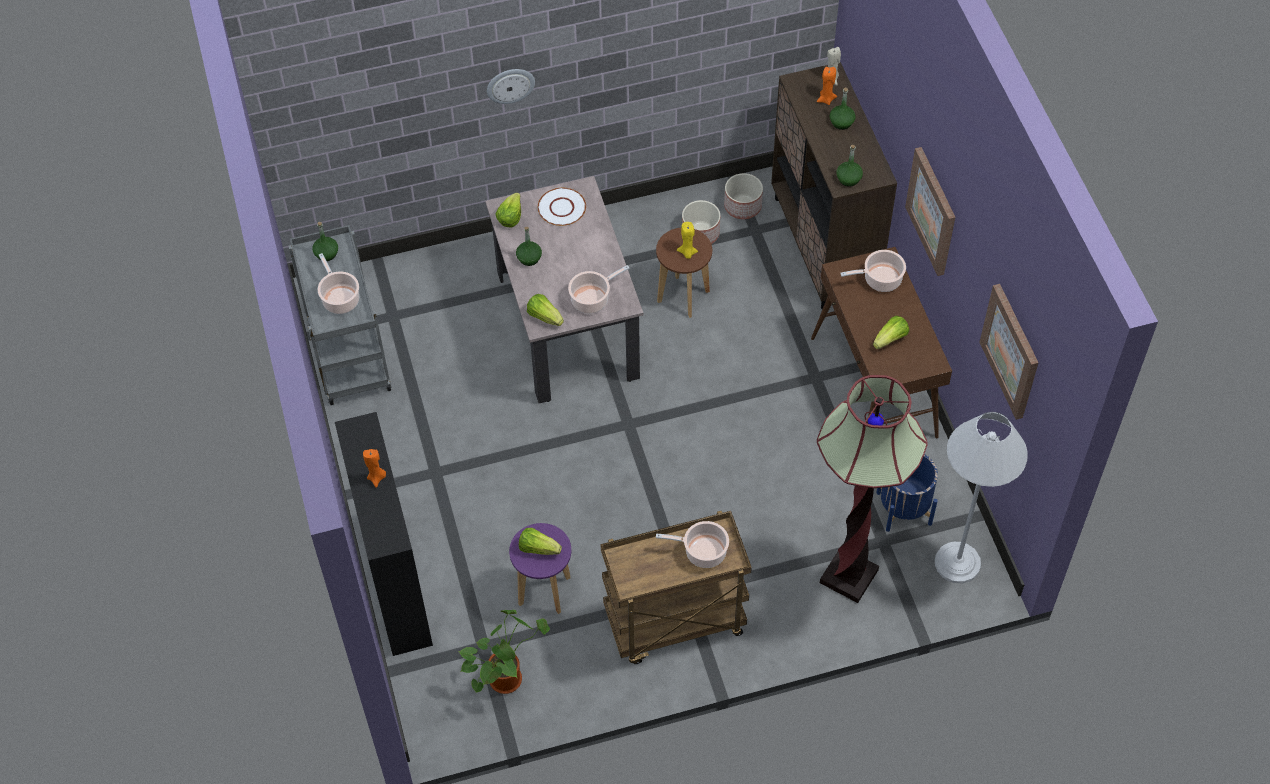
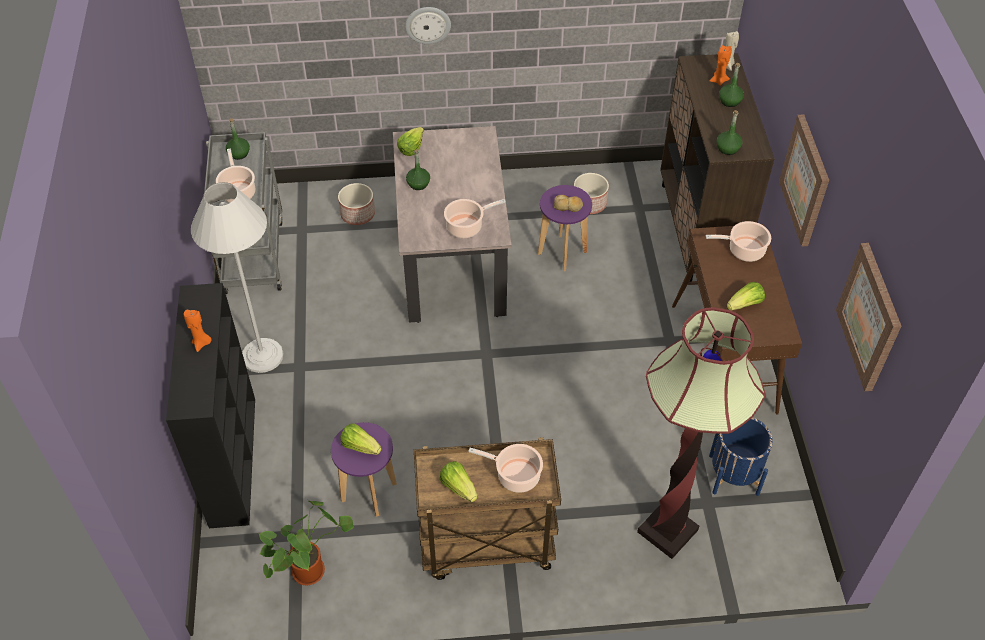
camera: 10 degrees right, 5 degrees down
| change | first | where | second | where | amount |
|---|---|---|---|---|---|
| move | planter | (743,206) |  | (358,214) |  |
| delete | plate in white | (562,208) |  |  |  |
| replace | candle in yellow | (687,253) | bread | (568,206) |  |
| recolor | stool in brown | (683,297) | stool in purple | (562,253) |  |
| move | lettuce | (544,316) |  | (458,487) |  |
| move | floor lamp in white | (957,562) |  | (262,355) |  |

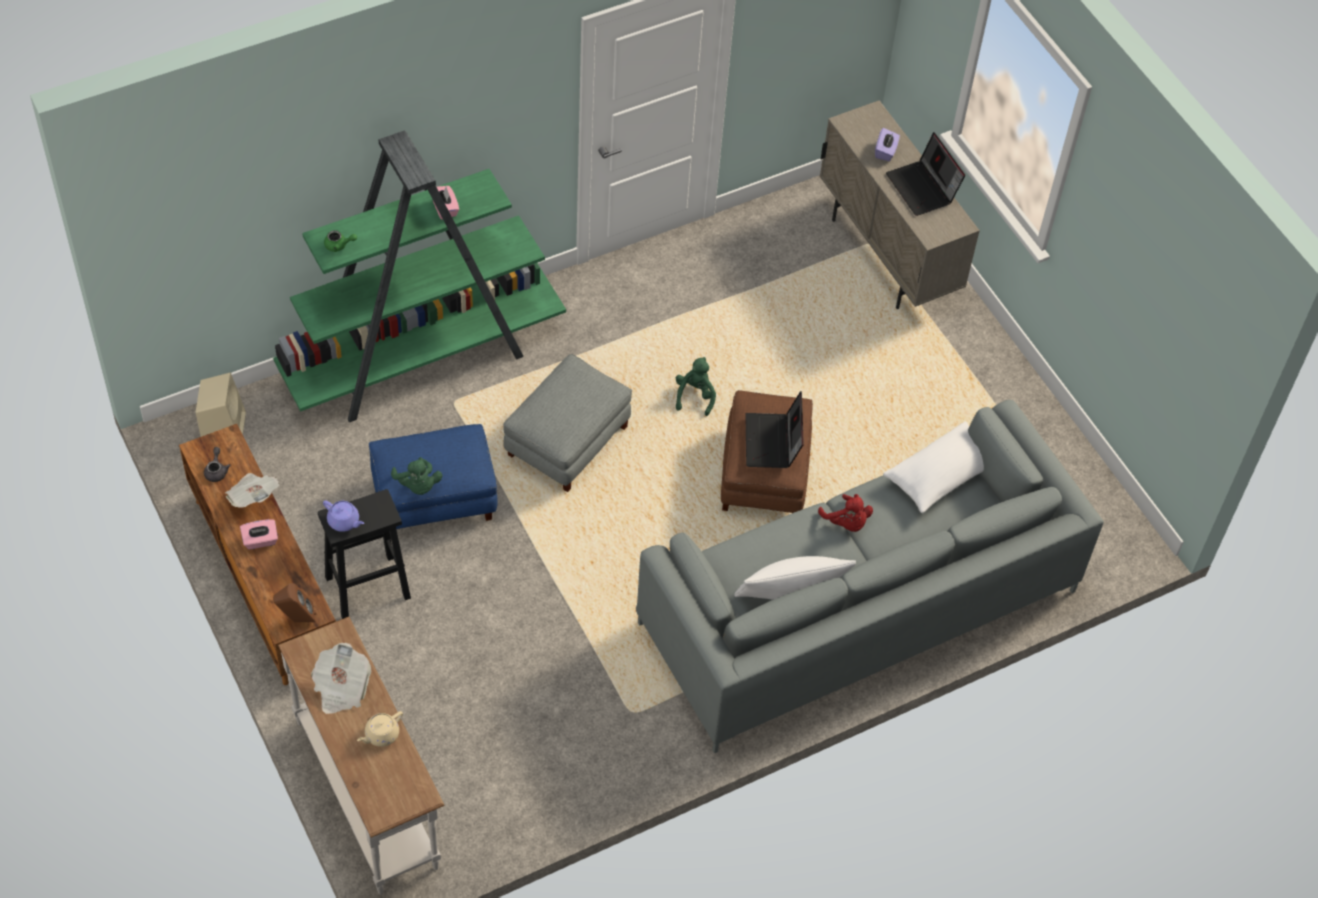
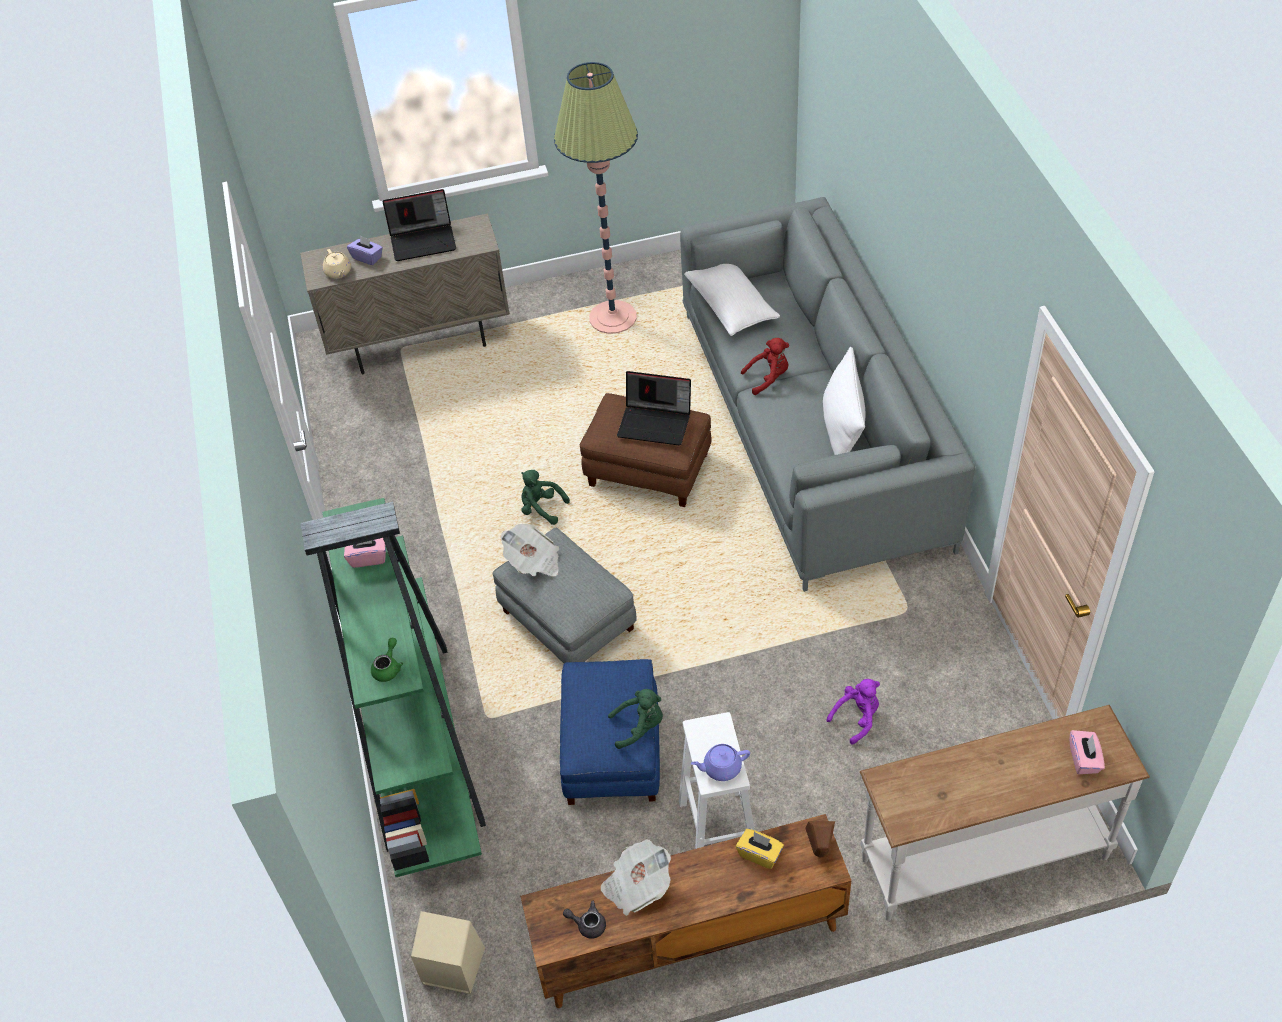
camera: 70 degrees left, 5 degrees down
| change | first | where | second | where | amount |
|---|---|---|---|---|---|
| recolor | stool in black | (366,588) | stool in white | (719,831) |  |
| rotate | teapot in purple | (344,521) |  | (721,768) | 150 degrees counterclockwise |
| move | tissue box in pink | (260,541) |  | (1084,759) |  |
| move | newspaper | (341,688) |  | (533,562) |  |
| move | teapot in beige | (381,734) |  | (338,272) |  |
| insert |  |  | floor lamp | (613,318) |  |
| insert |  |  | plush toy in purple | (857,718) |  |
| insert |  |  | tissue box in yellow | (759,854) |  |

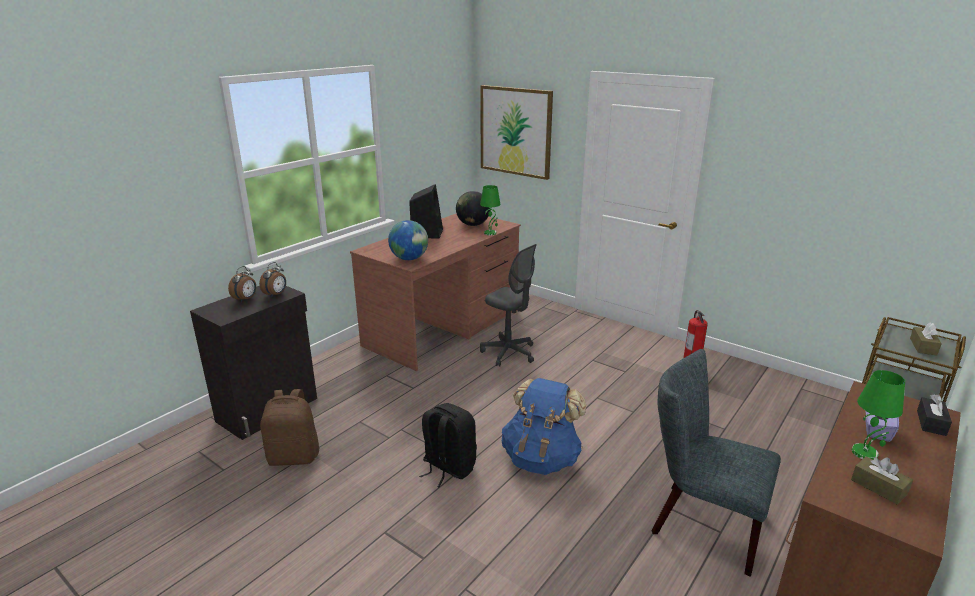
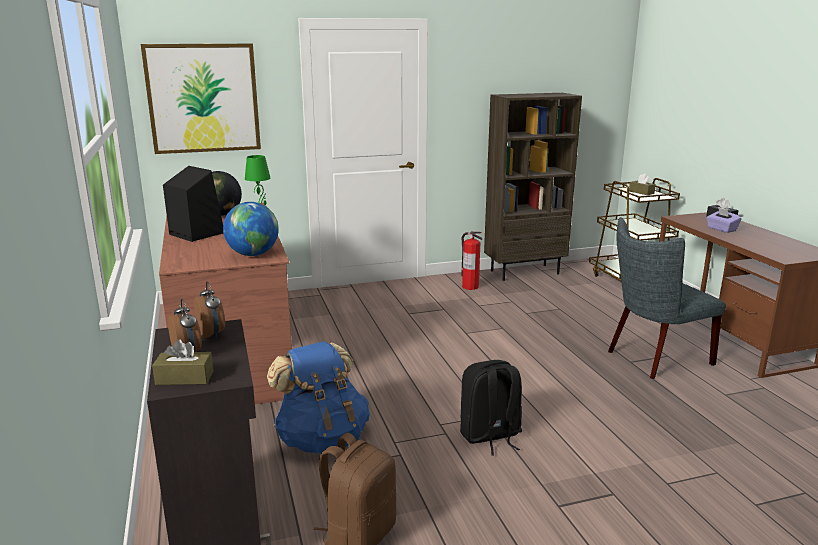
camera: 55 degrees left, 5 degrees down
| change | first | where | second | where | amount |
|---|---|---|---|---|---|
| delete | office chair in grey | (509,353) |  |  |  |
| delete | table lamp in green | (865,453) |  |  |  |
| move | backpack in blue | (541,458) |  | (322,438) |  |
| move | tissue box in brown | (878,487) |  | (184,378) |  |
| insert |  |  | bookcase in brown | (524,272) |  |

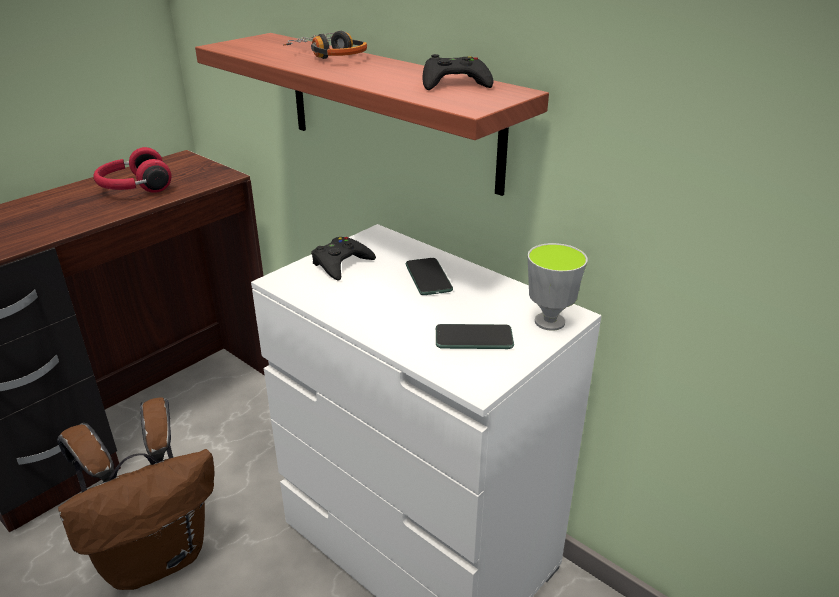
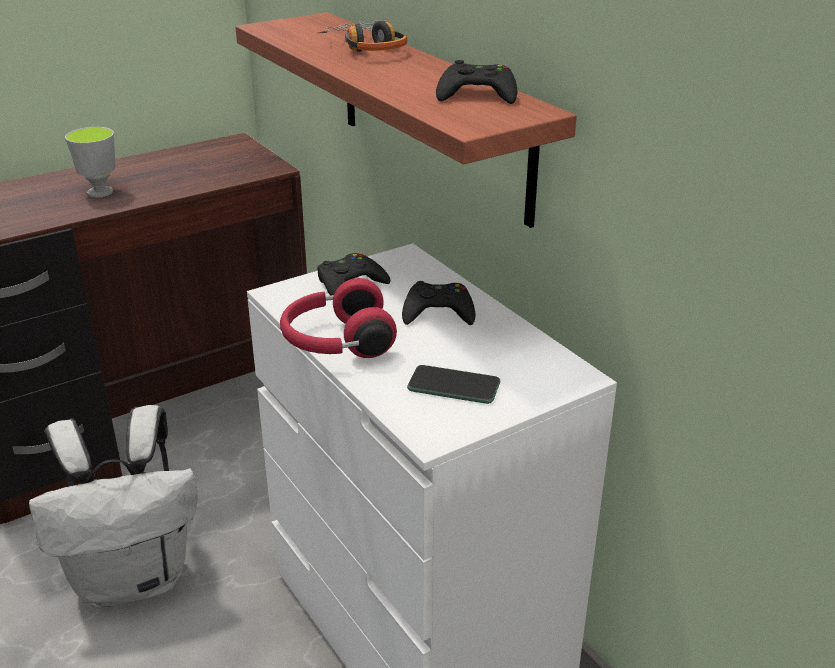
camera: 15 degrees right, 0 degrees up
| change | first | where | second | where | amount |
|---|---|---|---|---|---|
| move | headphones in red | (134,188) |  | (336,343) |  |
| move | cup | (549,322) |  | (100,192) |  |
| replace | phone | (428,277) | game controller in black | (438,312) |  |
| recolor | backpack in brown | (157,555) | backpack in white | (135,578) |  |

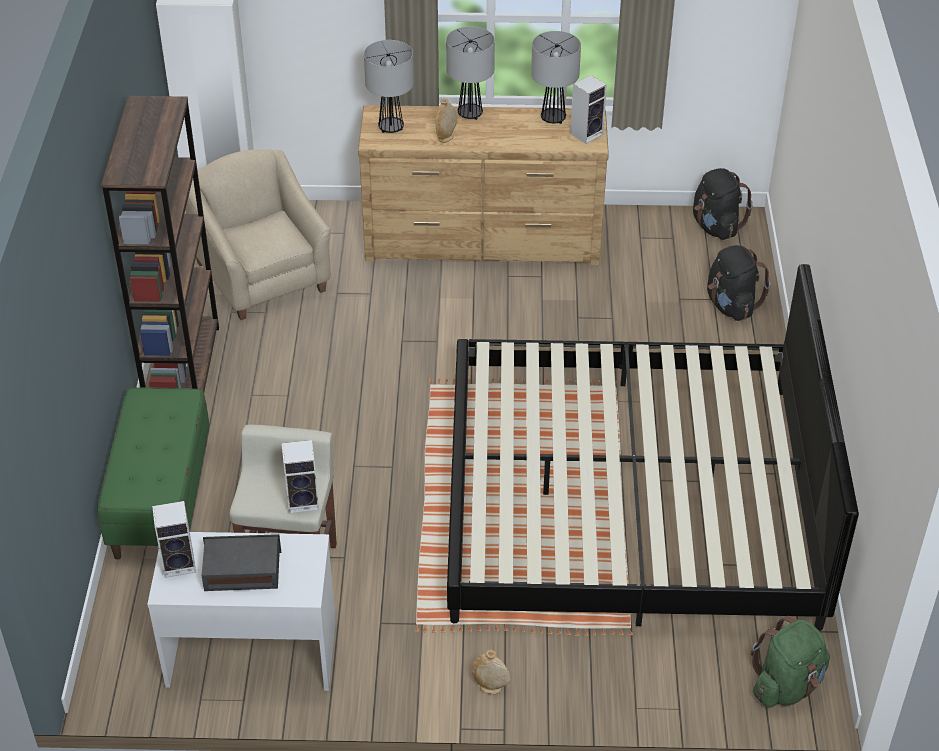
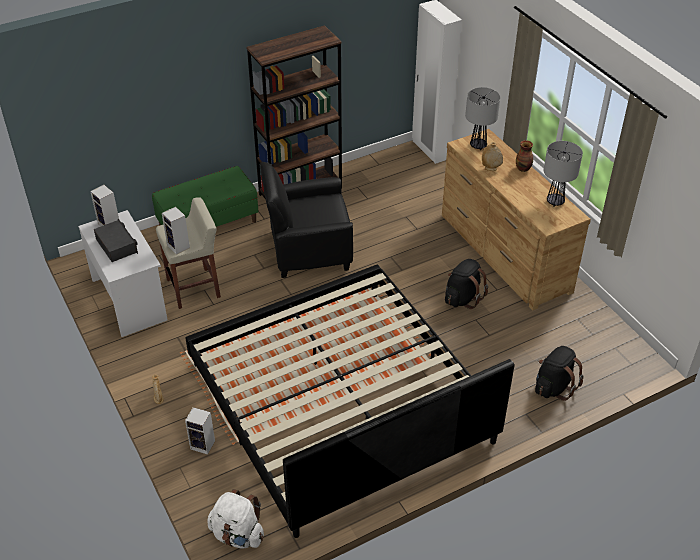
camera: 60 degrees right, 0 degrees up
| change | first | where | second | where | amount |
|---|---|---|---|---|---|
| replace | table lamp | (470,114) | vase | (523,168) |  |
| move | speaker | (587,133) |  | (203,445) |  |
| delete | armchair in beige | (263,276) |  |  |  |
| move | backpack in black | (716,227) |  | (463,298) |  |
| recolor | backpack in green | (787,685) | backpack in white | (238,535) |  |
| insert |  |  | armchair in black | (308,250) |  |

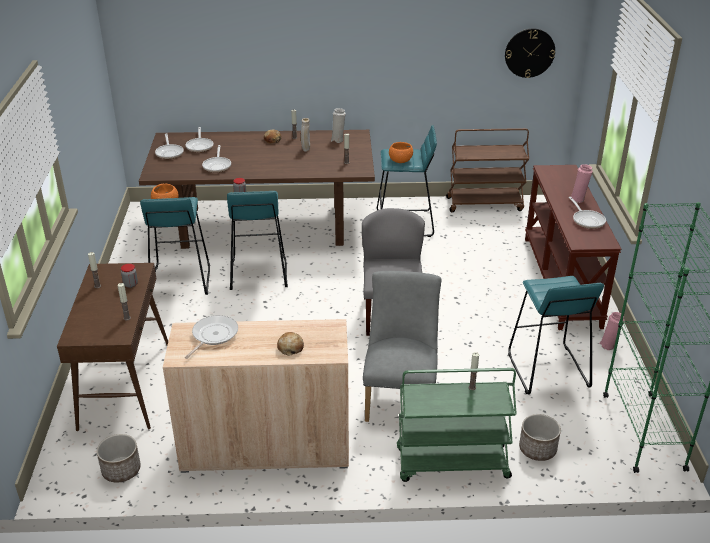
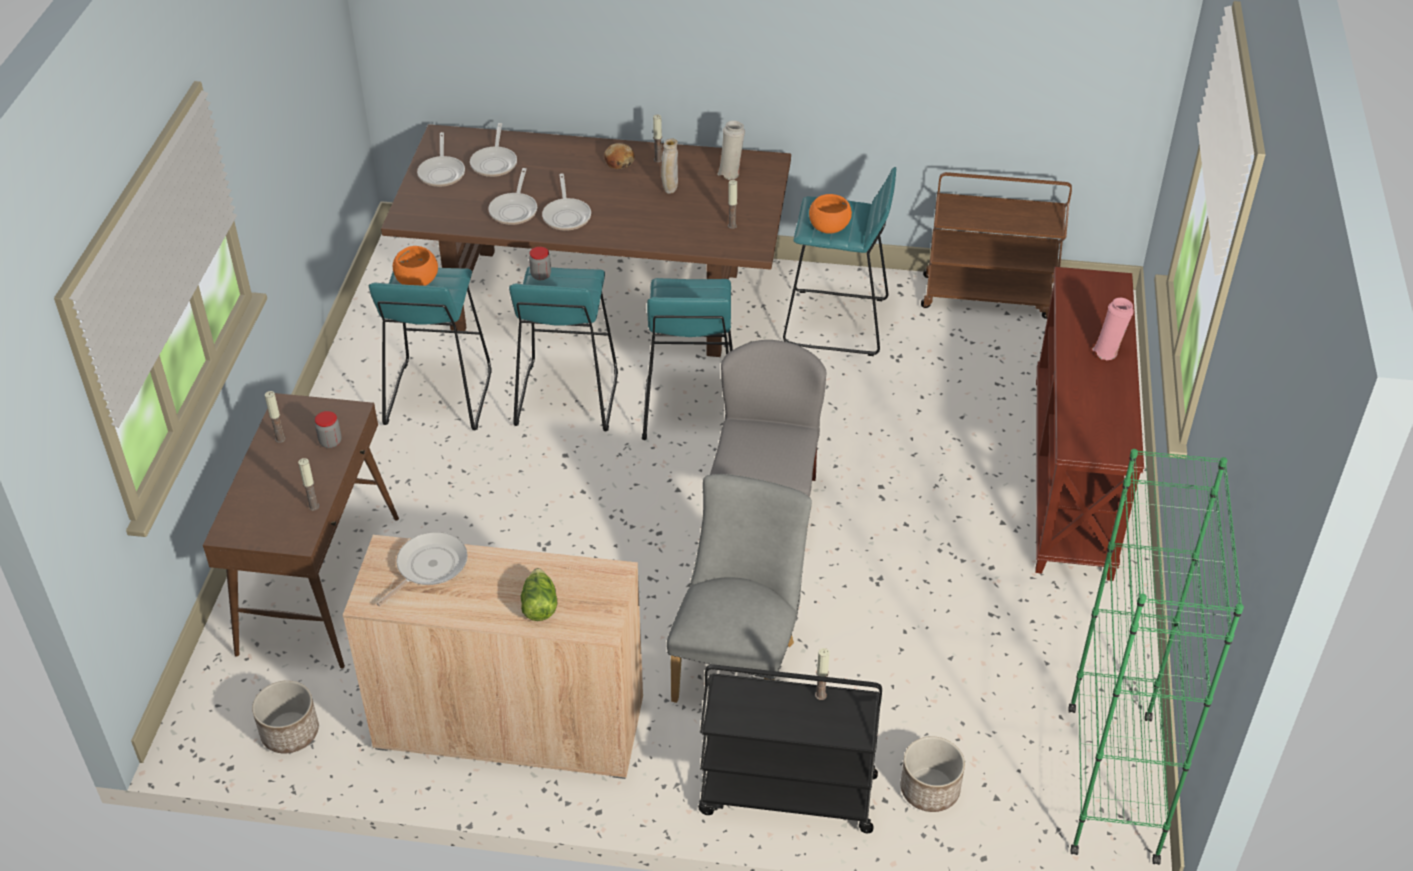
camera: 10 degrees right, 10 degrees up
| change | first | where | second | where | amount |
|---|---|---|---|---|---|
| delete | wall clock | (529,53) |  |  |  |
| move | frying pan | (587,220) |  | (567,215) |  |
| move | stool in turquoise | (547,370) |  | (689,410) |  |
| delete | vase in pink | (608,345) |  |  |  |
| replace | bread | (290,347) | lettuce | (539,605) |  |
| recolor | cart in green | (451,464) | cart in black | (786,795) |  |

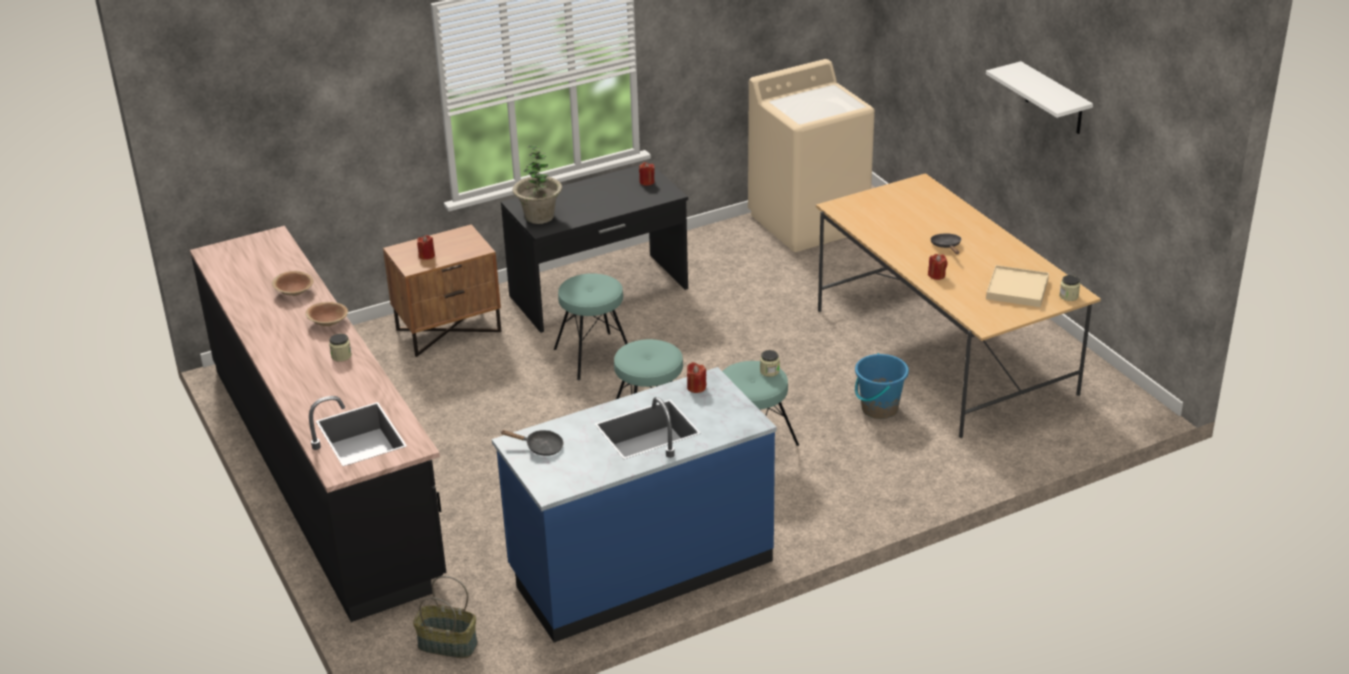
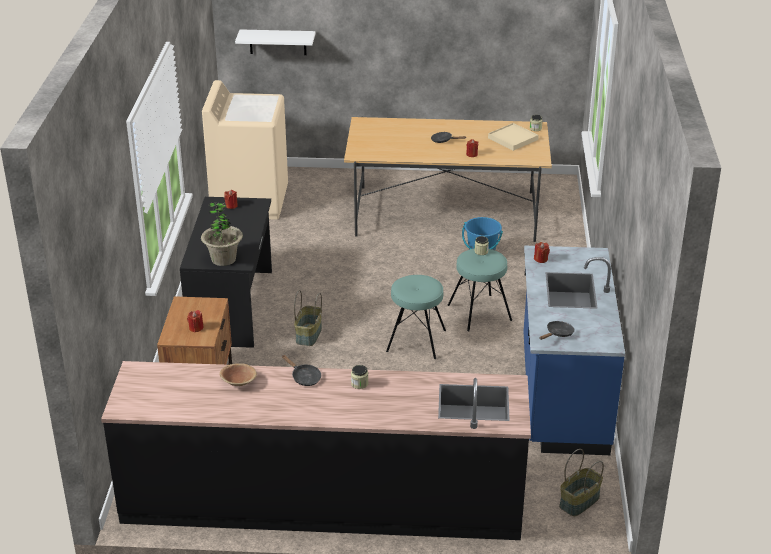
camera: 60 degrees left, 0 degrees up
| change | first | where | second | where | amount |
|---|---|---|---|---|---|
| move | shelf in white | (1054,99) |  | (277,42) |  |
| replace | stool in turquoise | (594,356) | basket | (309,335) |  |
| replace | bowl in brown | (328,322) | frying pan in black | (304,377) |  |

